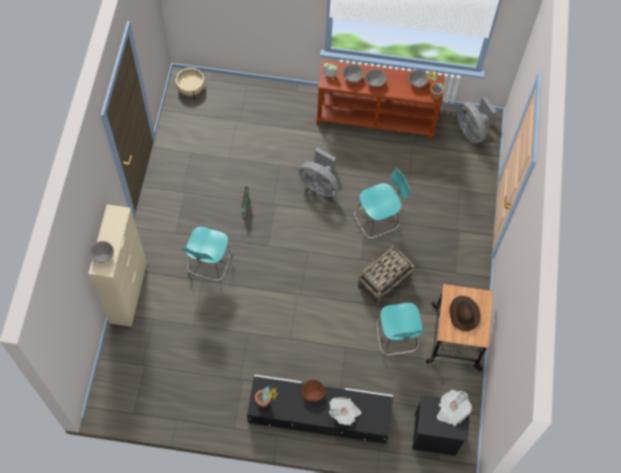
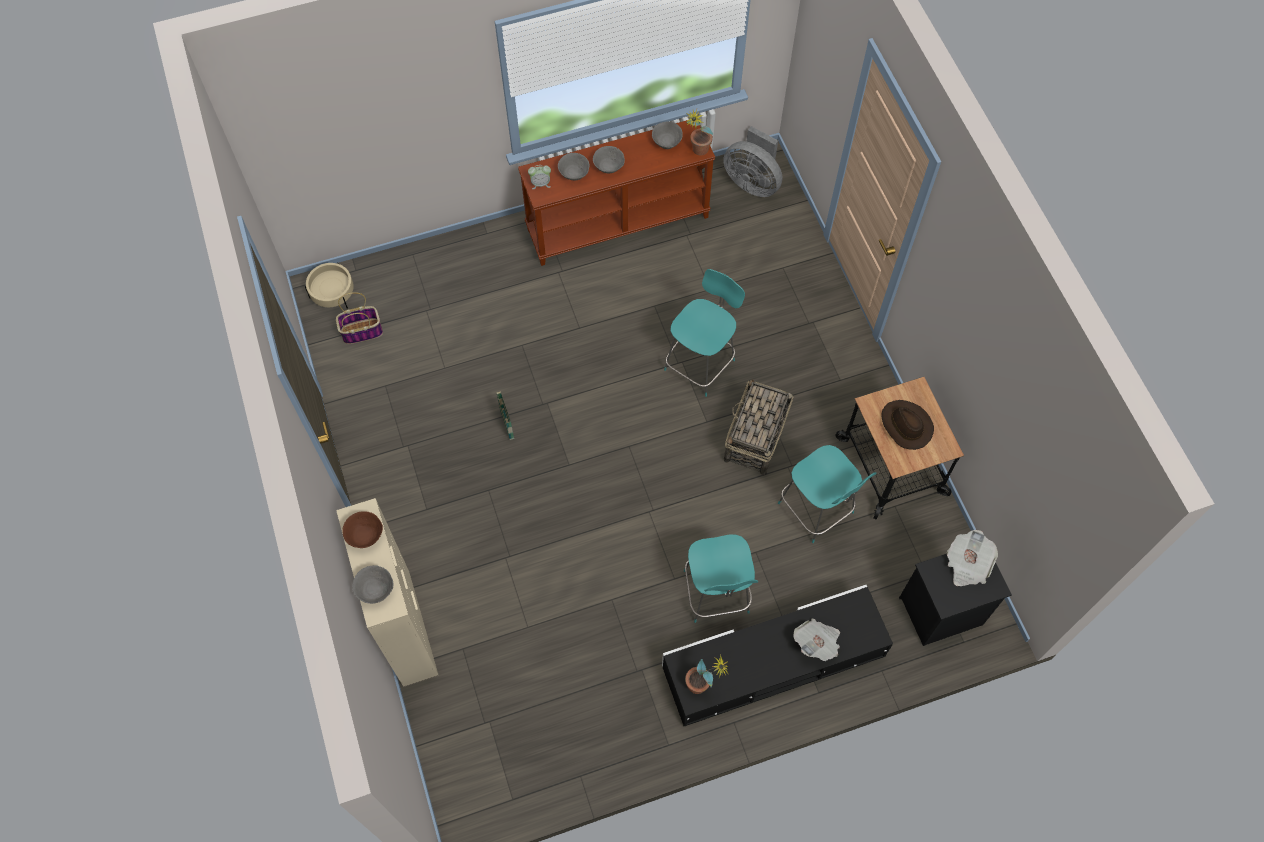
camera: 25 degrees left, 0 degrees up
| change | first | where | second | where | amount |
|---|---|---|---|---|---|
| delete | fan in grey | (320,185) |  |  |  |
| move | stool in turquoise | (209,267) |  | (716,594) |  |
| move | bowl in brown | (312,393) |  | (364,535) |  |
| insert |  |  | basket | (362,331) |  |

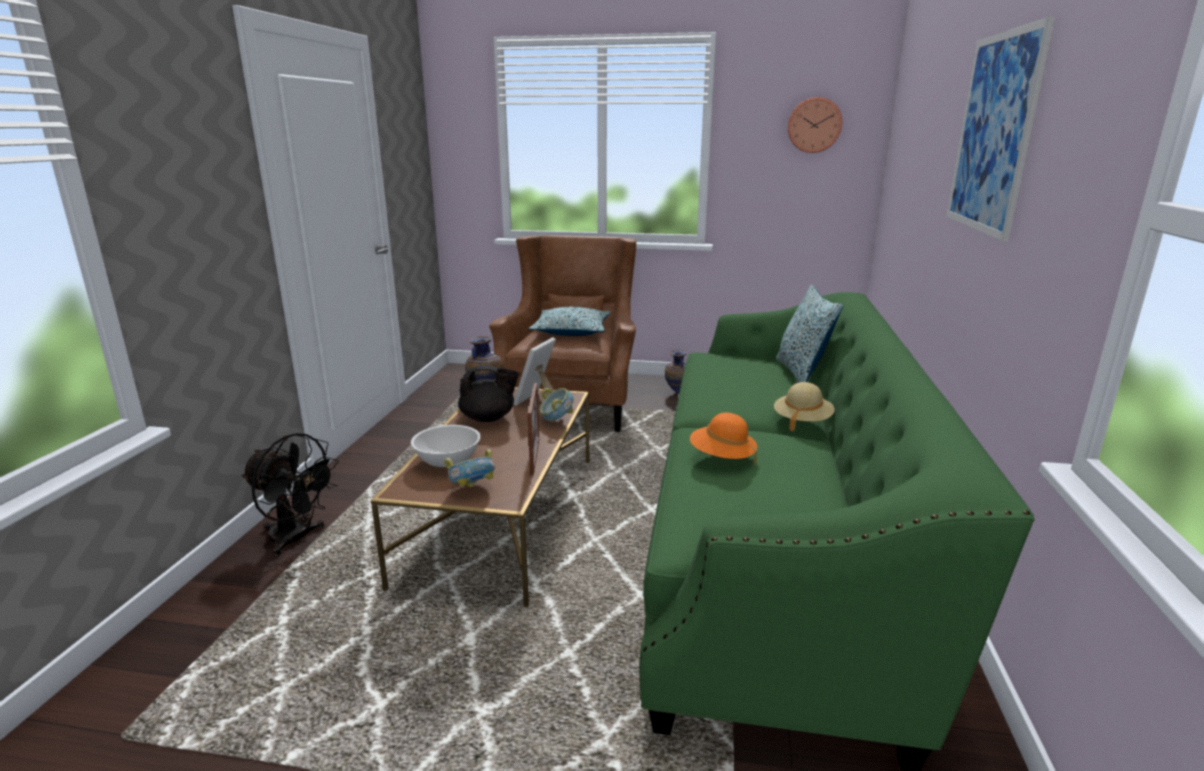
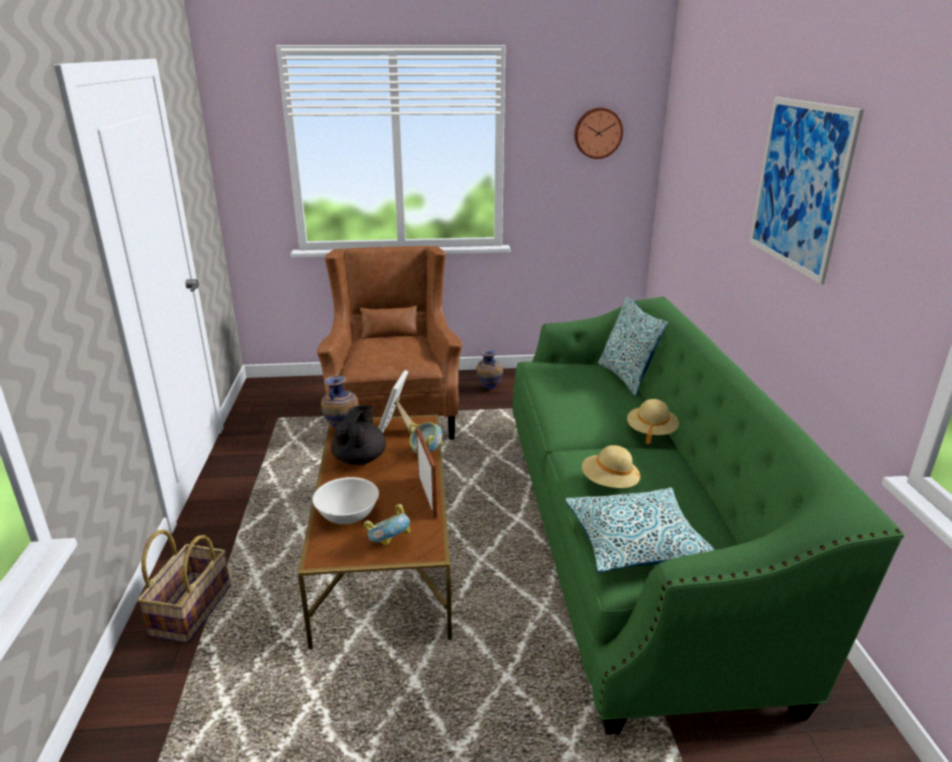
camera: 15 degrees left, 5 degrees up
| change | first | where | second | where | amount |
|---|---|---|---|---|---|
| move | pillow | (571,331) |  | (636,542) |  |
| rotate | teapot in black | (488,418) |  | (360,459) | 60 degrees counterclockwise |
| recolor | hat in orange | (722,457) | hat in beige | (609,483) |  |
| replace | fan in black | (297,539) | basket | (191,610) |  |

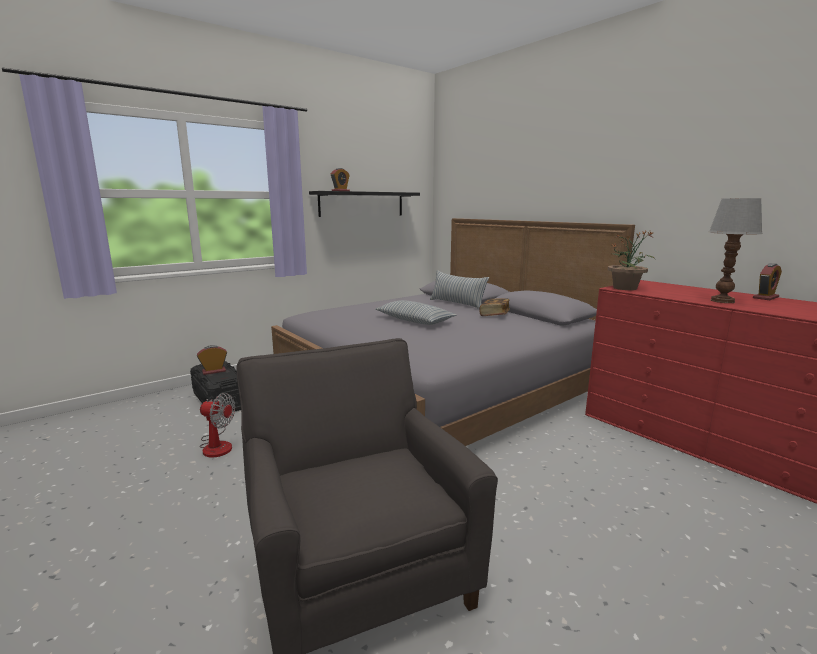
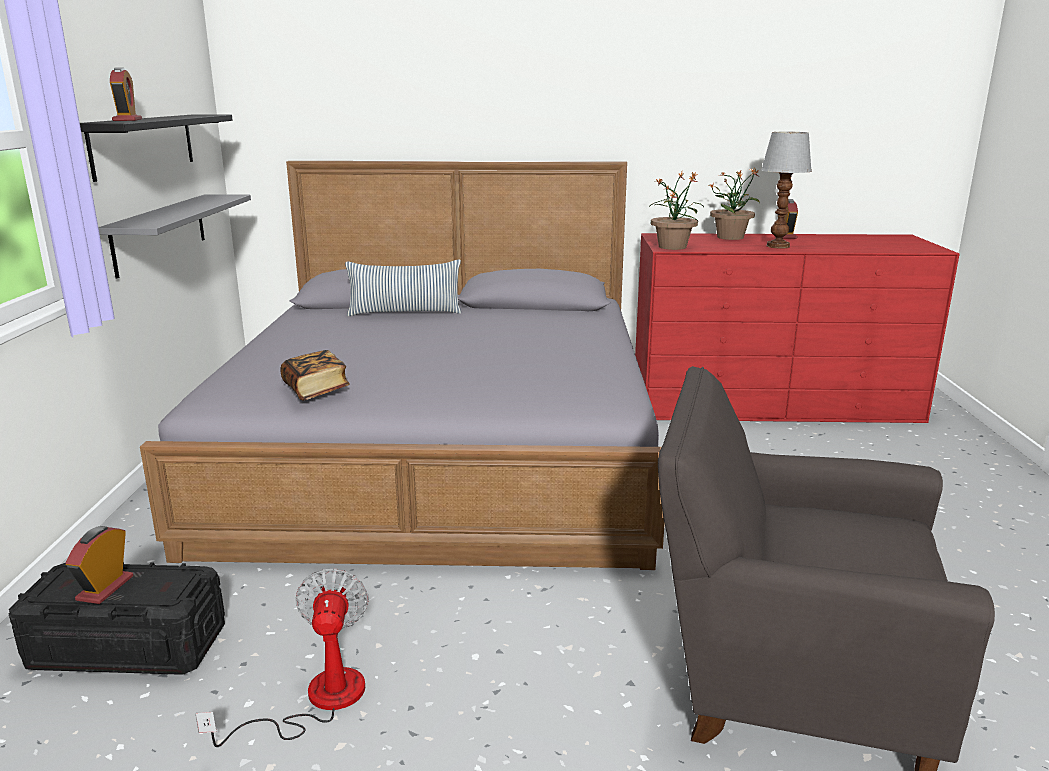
camera: 50 degrees left, 5 degrees up
| change | first | where | second | where | amount |
|---|---|---|---|---|---|
| move | book | (494,315) |  | (316,390) |  |
| delete | pillow | (414,320) |  |  |  |
| rotate | fan | (217,445) |  | (317,701) | 60 degrees counterclockwise |
| insert |  |  | potted plant | (731,237) |  |
| insert |  |  | shelf in grey | (160,233) |  |

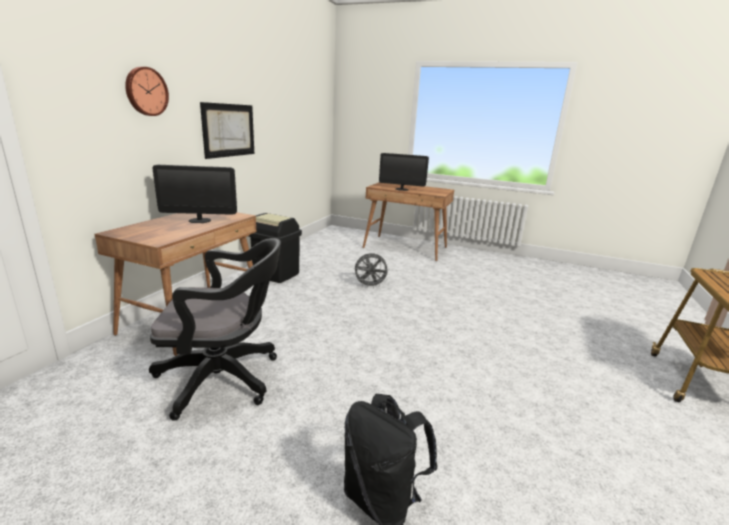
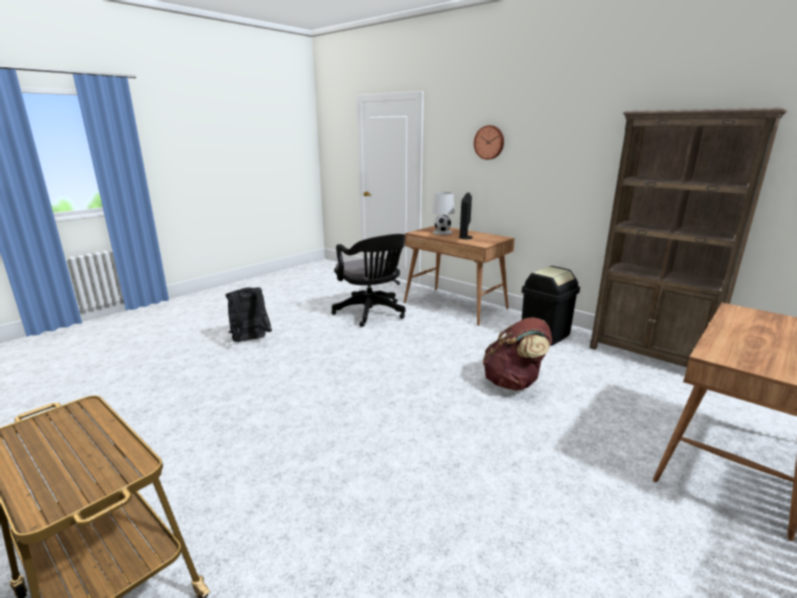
camera: 110 degrees right, 0 degrees up
| change | first | where | second | where | amount |
|---|---|---|---|---|---|
| delete | picture | (229,130) |  |  |  |
| delete | monitor | (401,189) |  |  |  |
| rotate | office chair in black | (225,378) |  | (372,313) | 45 degrees counterclockwise |
| replace | fan in grey | (370,286) | backpack in brown | (514,383) |  |
| insert |  |  | bookcase in brown | (649,356) |  |
| insert |  |  | table lamp in white | (442,232) |  |

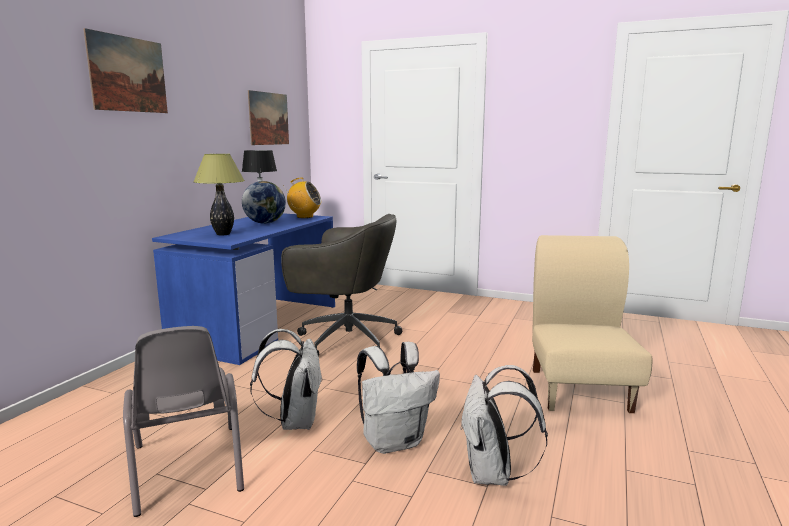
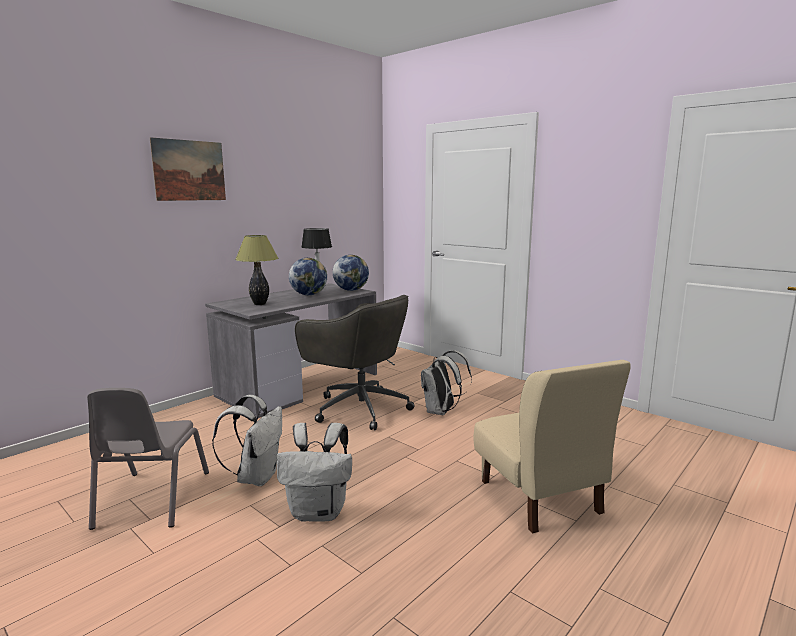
camera: 20 degrees right, 0 degrees up
| change | first | where | second | where | amount |
|---|---|---|---|---|---|
| delete | picture | (268,118) |  |  |  |
| replace | radio | (304,217) | globe | (351,290) |  |
| recolor | desk in blue | (259,325) | desk in grey | (300,384) |  |
| rotate | chair in beige | (579,389) |  | (539,497) | 135 degrees clockwise |
| move | backpack in white | (493,474) |  | (441,412) |  |

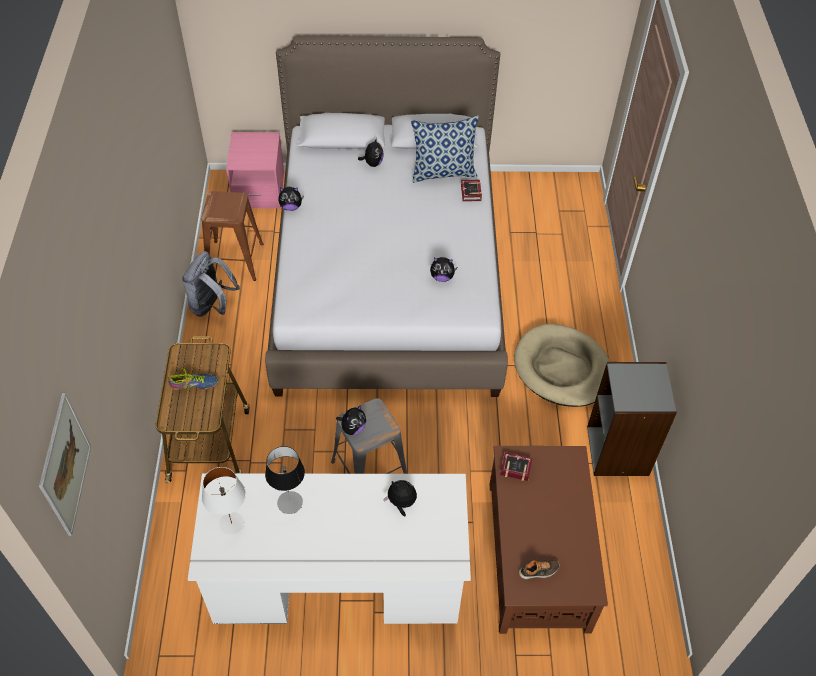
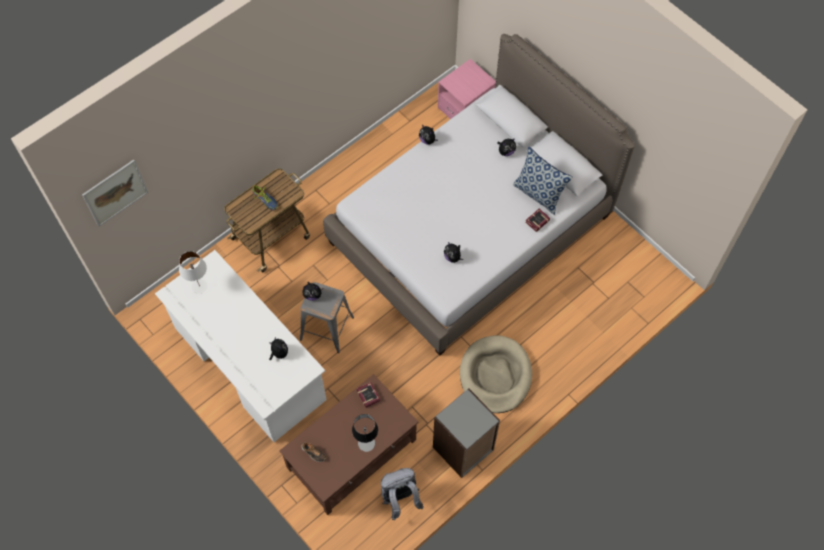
camera: 50 degrees right, 10 degrees up
| change | first | where | second | where | amount |
|---|---|---|---|---|---|
| delete | stool in brown | (235,260) |  |  |  |
| move | backpack in grey | (212,306) |  | (400,499) |  |
| move | table lamp | (290,502) |  | (366,443) |  |

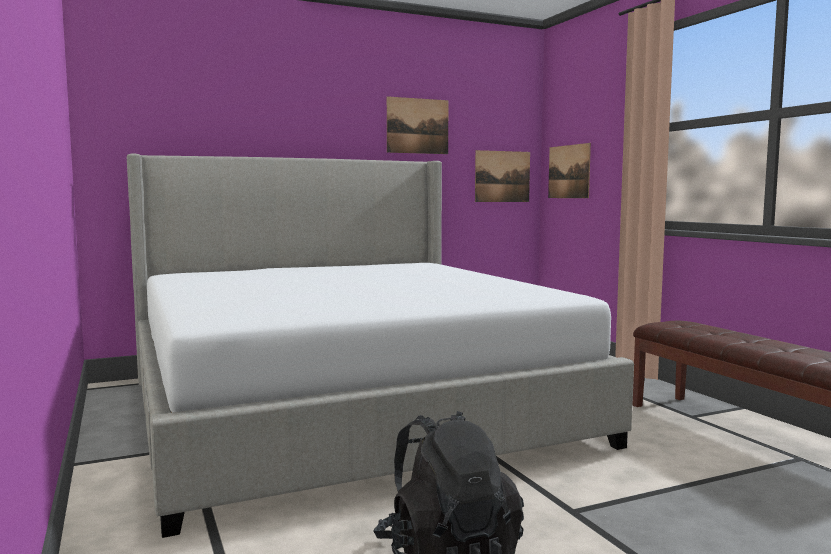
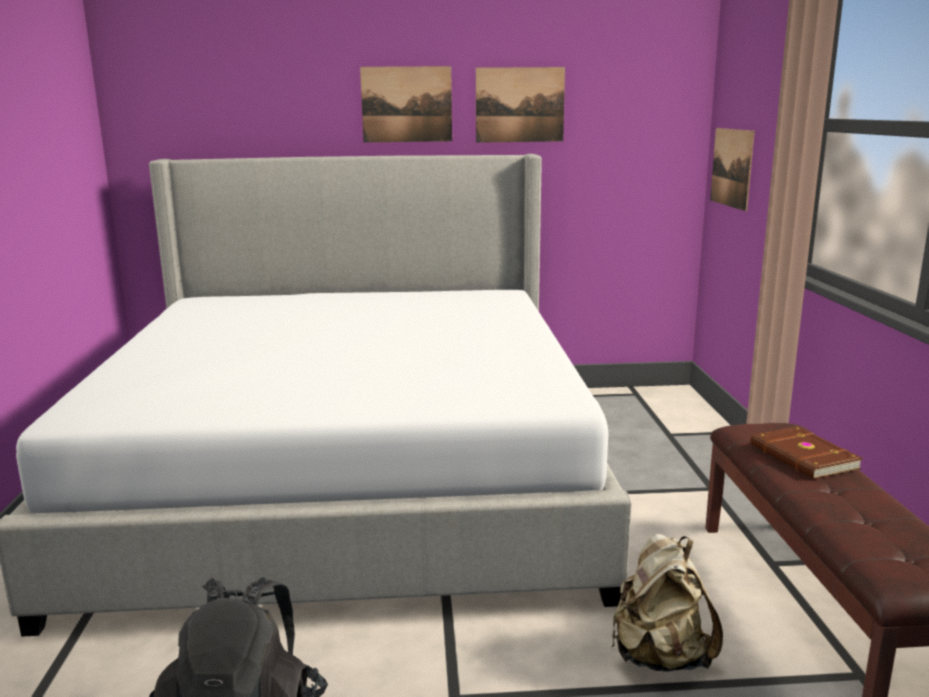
camera: 20 degrees right, 10 degrees up
| change | first | where | second | where | amount |
|---|---|---|---|---|---|
| move | picture | (502,176) |  | (406,104) |  |
| insert |  |  | book in brown | (802,457) |  |
| insert |  |  | backpack in beige | (659,656) |  |

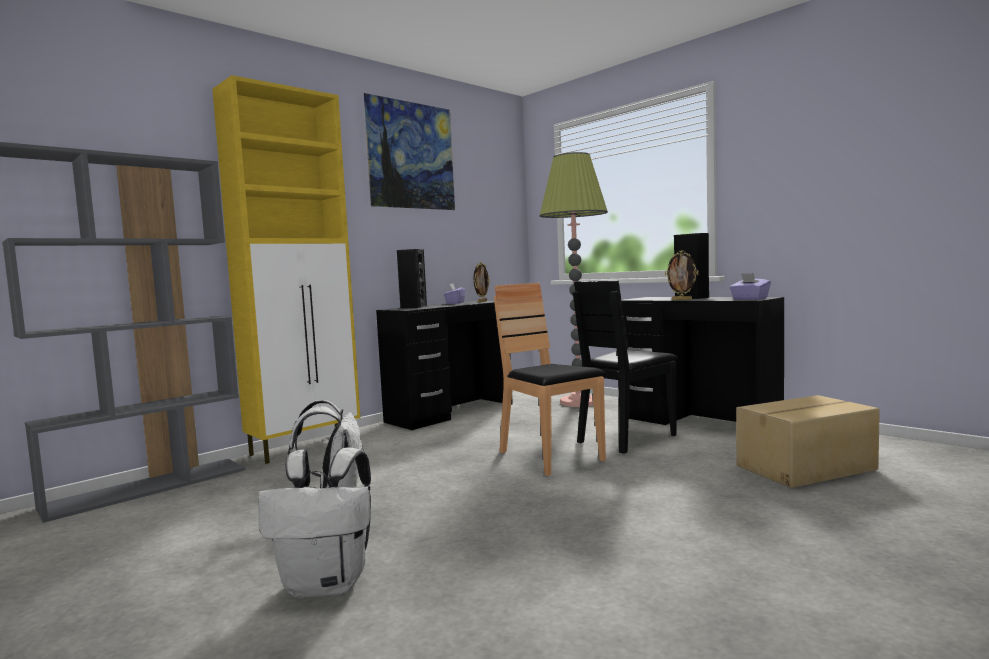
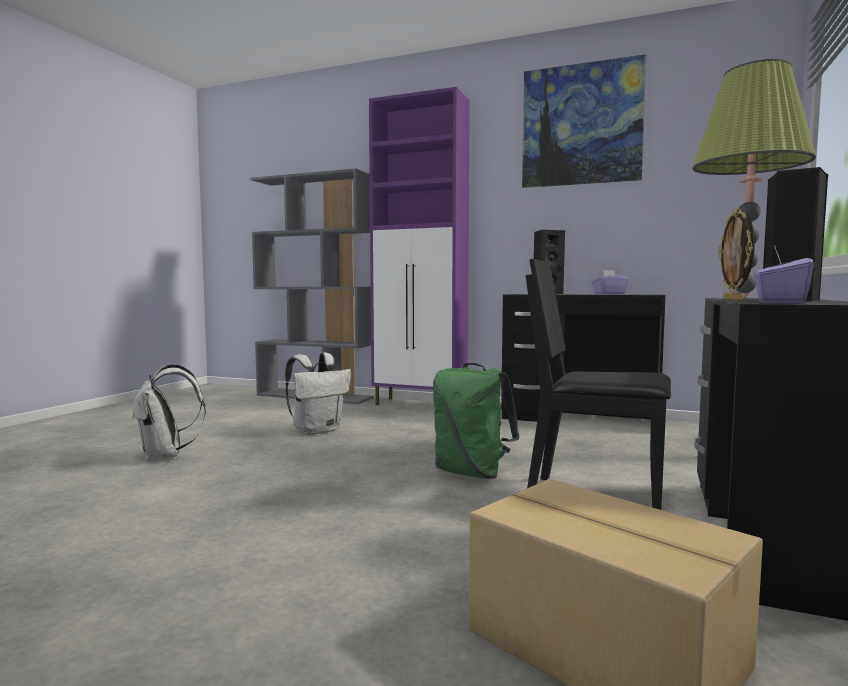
camera: 65 degrees right, 0 degrees up
| change | first | where | second | where | amount |
|---|---|---|---|---|---|
| recolor | cabinet in yellow | (306,447) | cabinet in purple | (421,405) |  |
| delete | picture frame | (482,301) |  |  |  |
| replace | chair in brown | (550,457) | backpack in green | (472,473) |  |

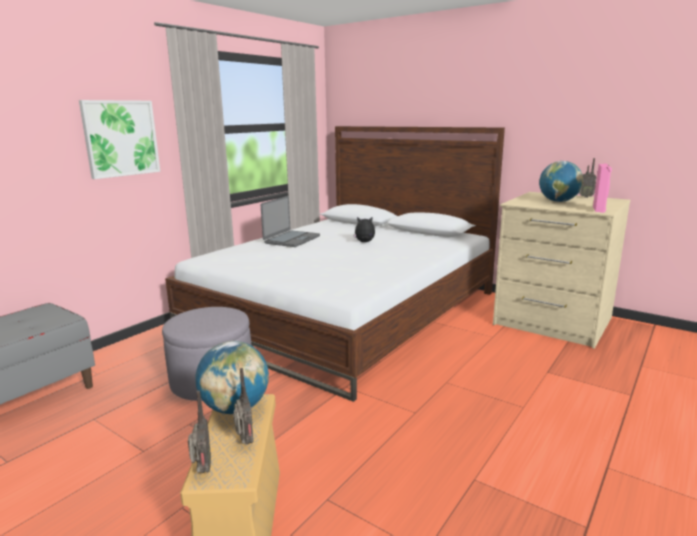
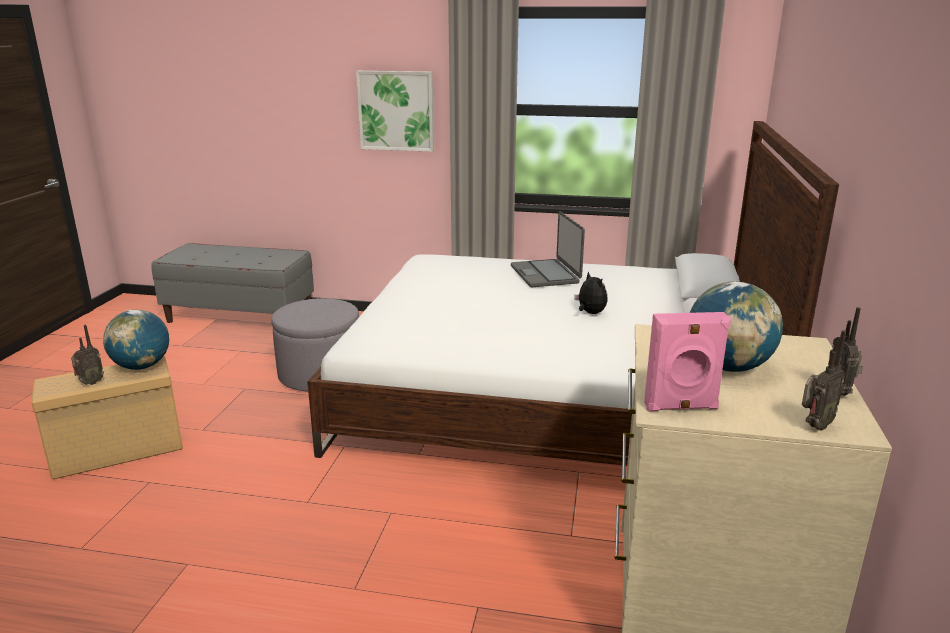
camera: 65 degrees right, 5 degrees up
| change | first | where | second | where | amount |
|---|---|---|---|---|---|
| rotate | laptop | (291,239) |  | (545,274) | 75 degrees clockwise |
| move | radio | (202,470) |  | (814,426) |  |

